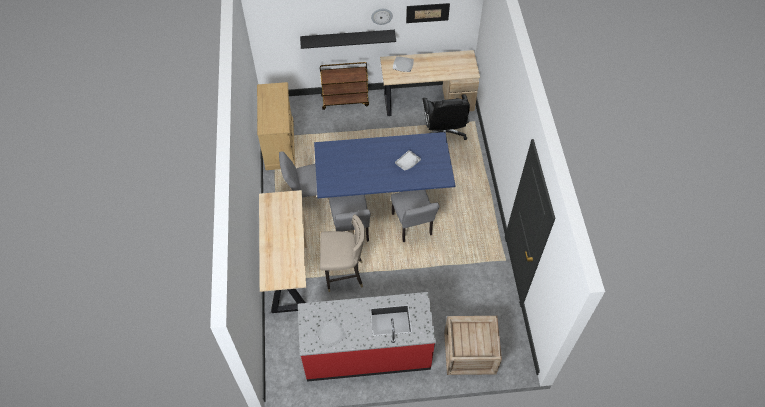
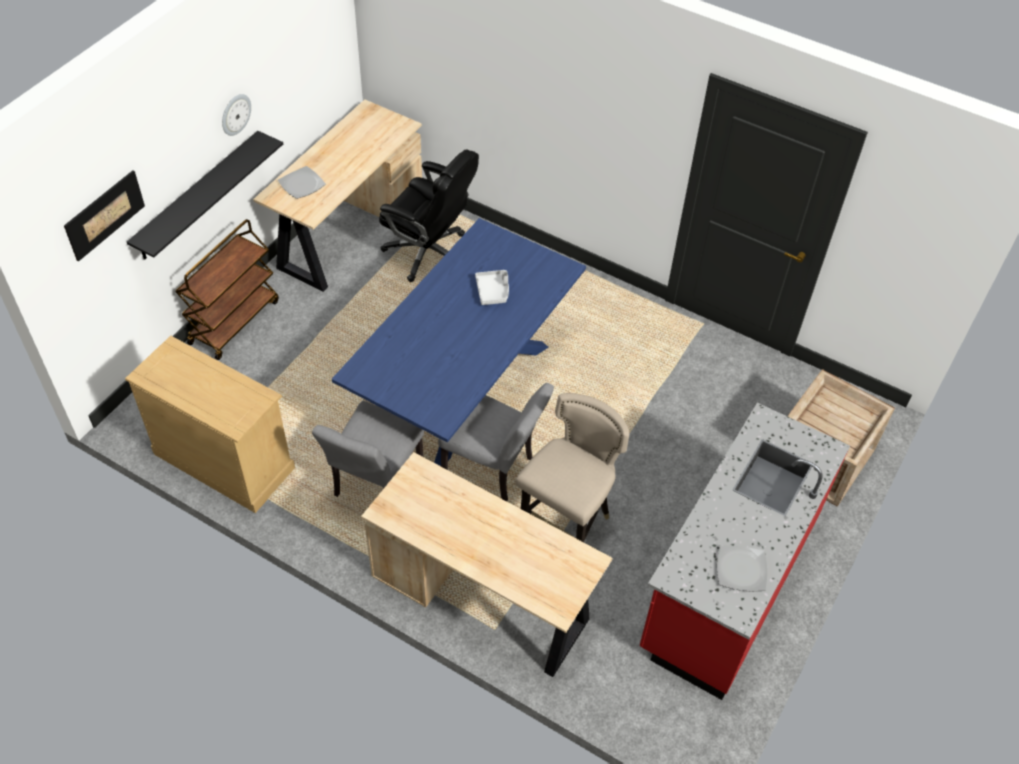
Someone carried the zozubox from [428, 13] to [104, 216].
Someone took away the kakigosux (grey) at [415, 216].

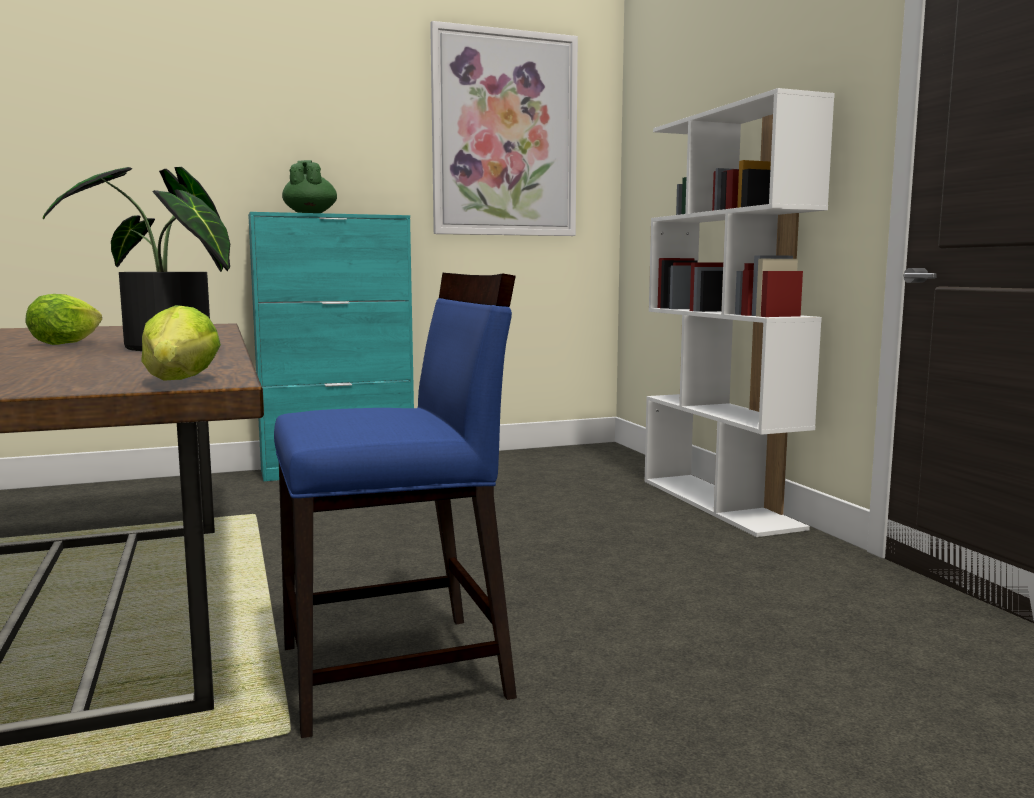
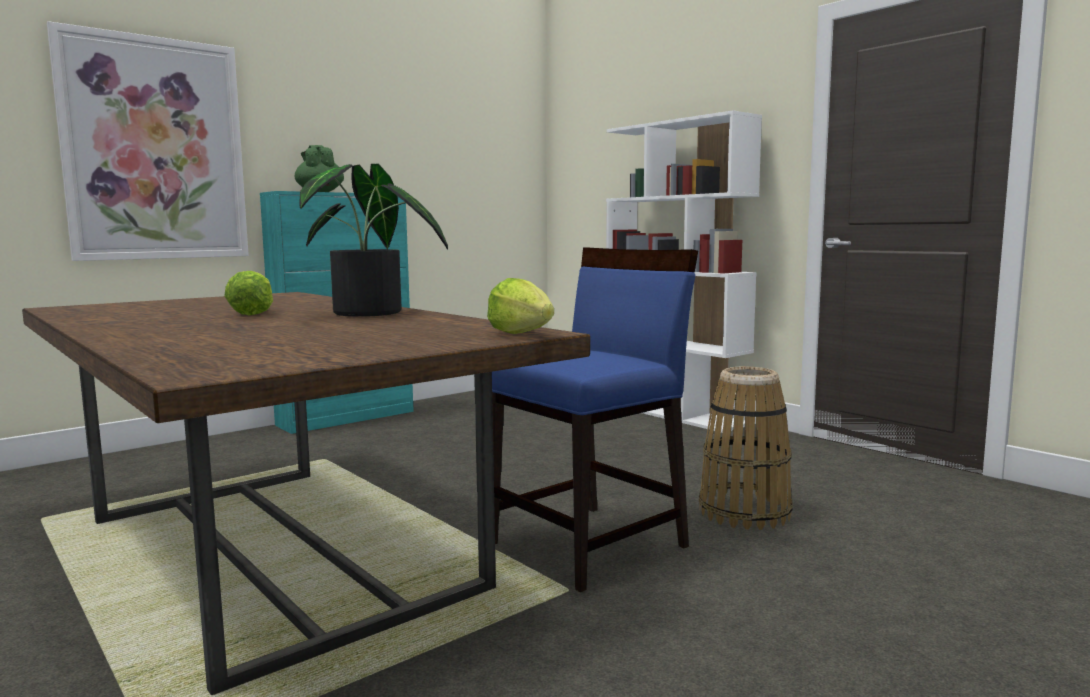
Someone carried the zozubox from [504, 128] to [148, 141].
Someone put down the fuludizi at [746, 448].

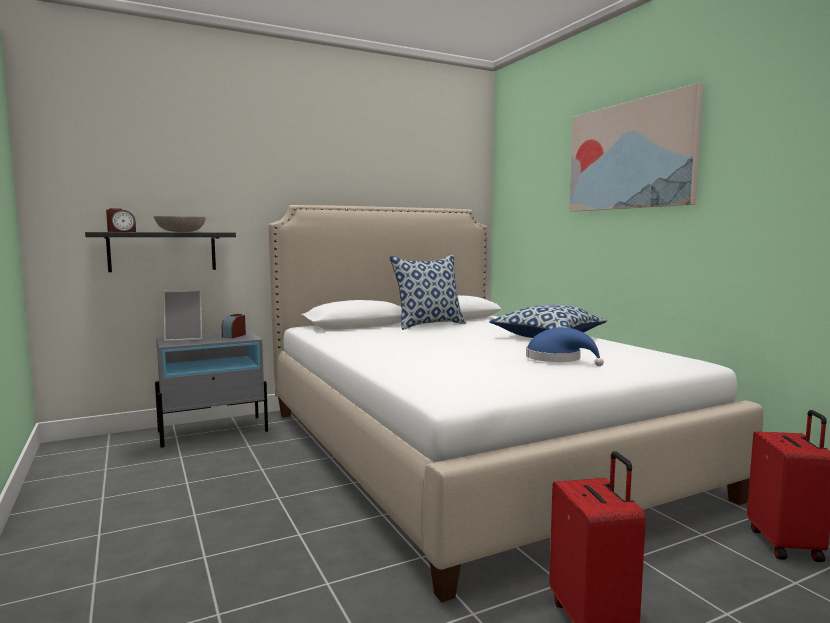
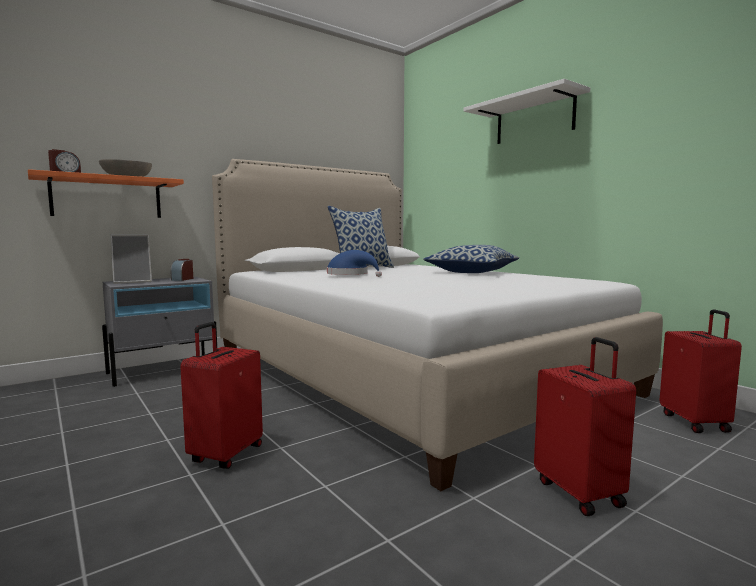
Someone swapped the zozubox at [636, 147] for the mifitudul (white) at [526, 111].
Someone repainted the mifitudul (black) at [160, 252], which became the mifitudul (orange) at [106, 193].
Someone carried the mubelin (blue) from [565, 346] to [354, 263].
Someone put down the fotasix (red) at [221, 395].

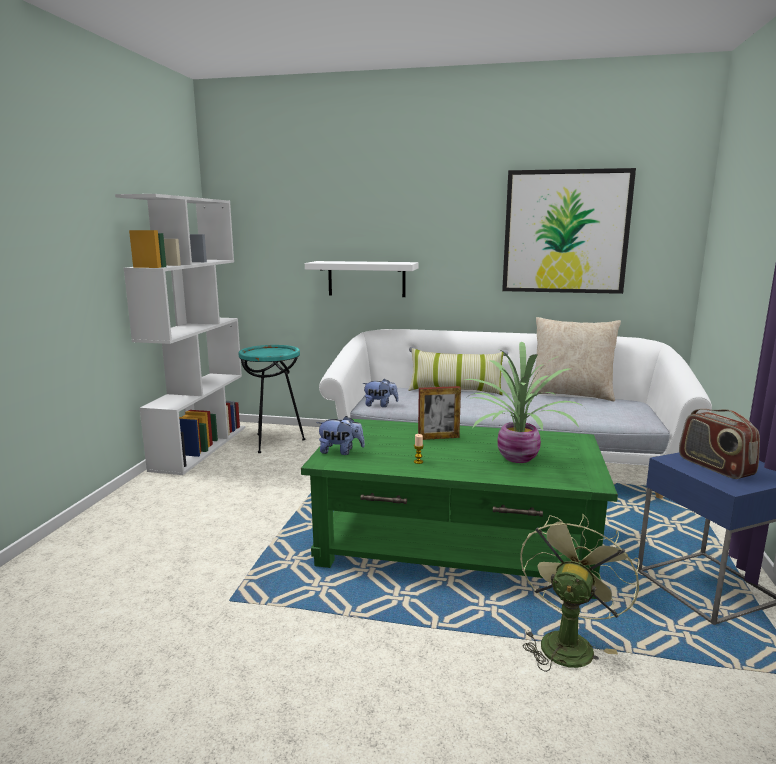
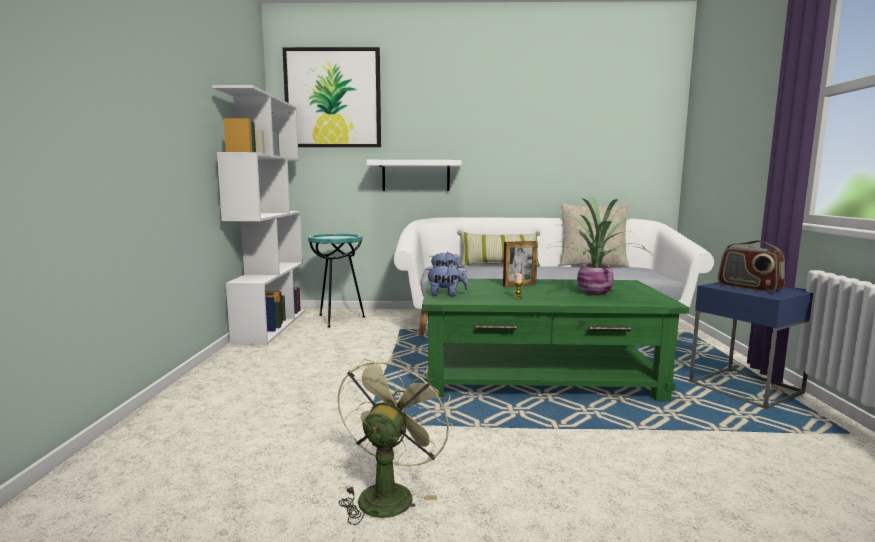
Someone carried the zozubox from [569, 231] to [331, 97].
Someone carried the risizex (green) from [580, 593] to [395, 439].

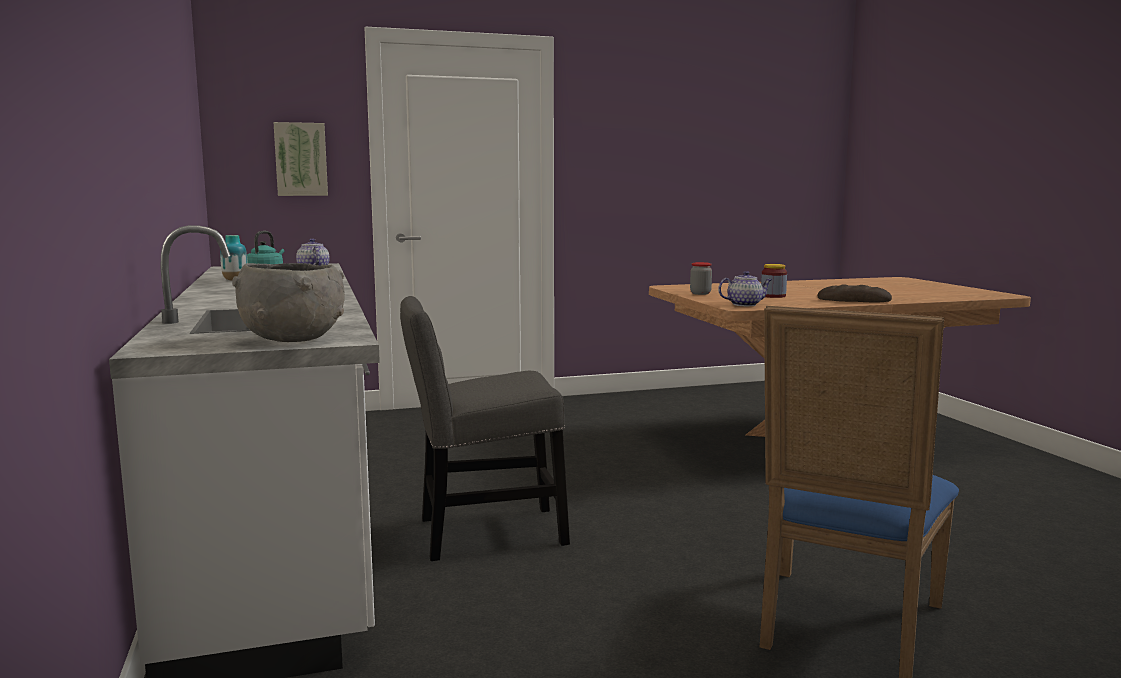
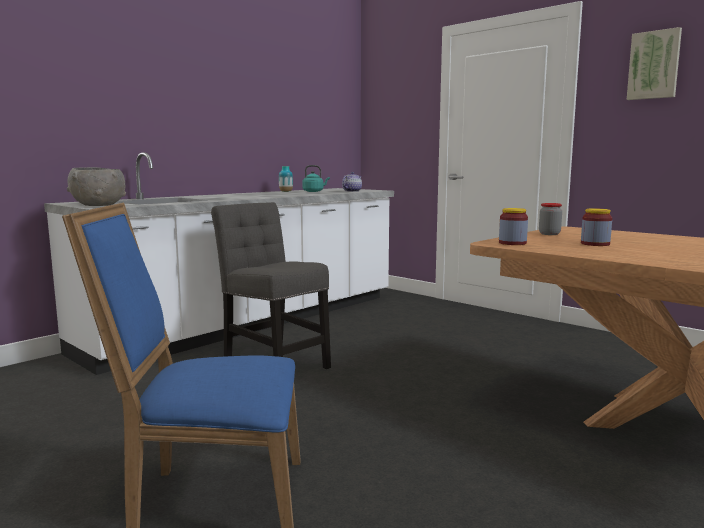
Someone carried the zozubox from [300, 159] to [654, 63].
Someone swapped the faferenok at [745, 288] for the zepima at [513, 226].
Someone took away the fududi at [854, 294].

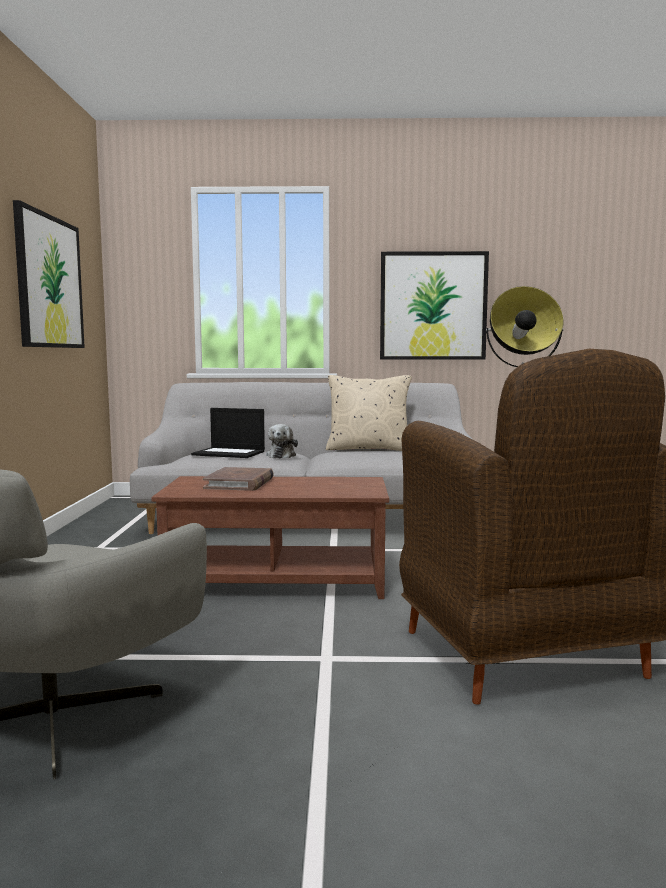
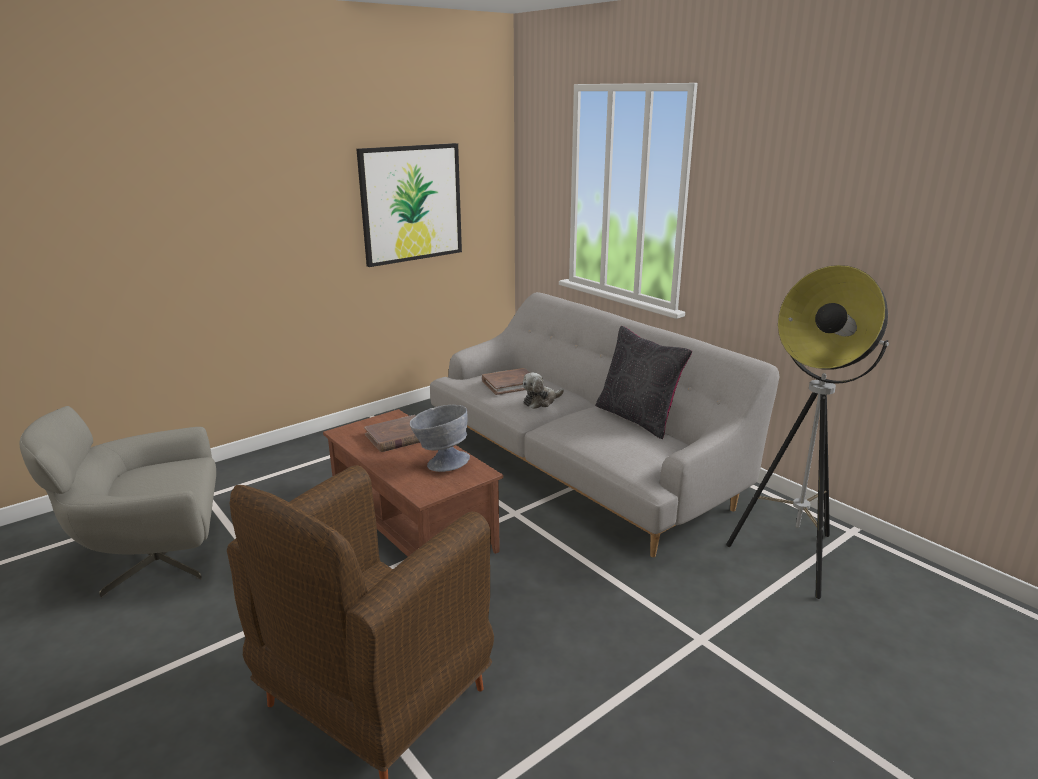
Someone took away the zozubox at [434, 305].
Someone repainted the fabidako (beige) at [368, 413], which became the fabidako (black) at [643, 382].
Someone swapped the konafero at [228, 433] for the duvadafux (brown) at [506, 381].
Someone put down the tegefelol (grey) at [440, 438].

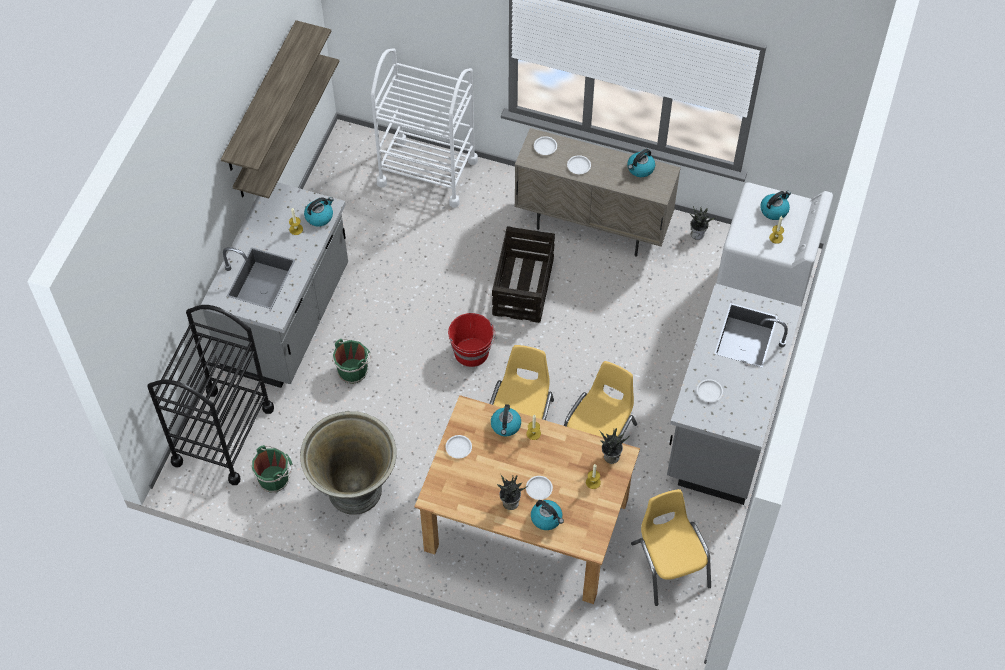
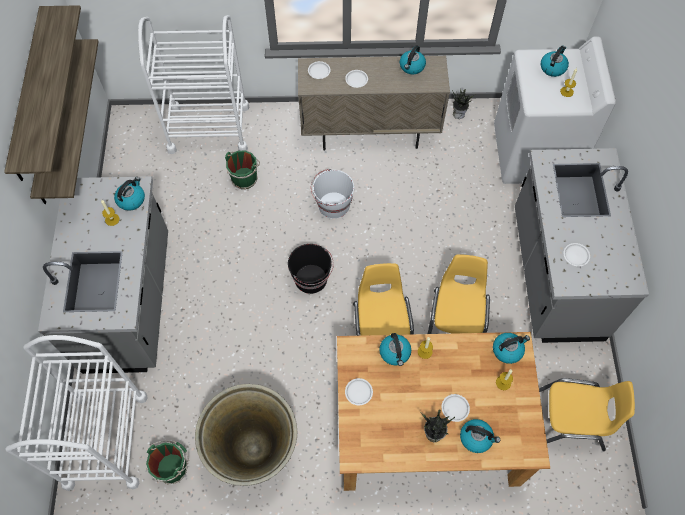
Someone swapped the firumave at [523, 274] for the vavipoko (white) at [332, 194].
Someone repainted the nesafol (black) at [210, 395], which became the nesafol (white) at [76, 413].
Someone repainted the vavipoko (red) at [471, 340], which became the vavipoko (black) at [311, 269].
Someone carried the vavipoko (green) from [352, 361] to [242, 169].
Someone swapped the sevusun at [614, 446] for the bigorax at [511, 348].
Someone rotated the kakigosux (yellow) at [671, 547] by 135 degrees clockwise.

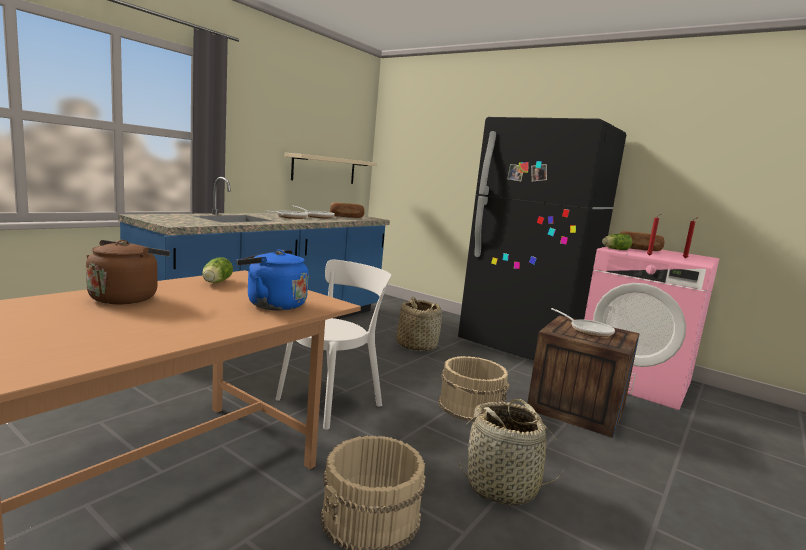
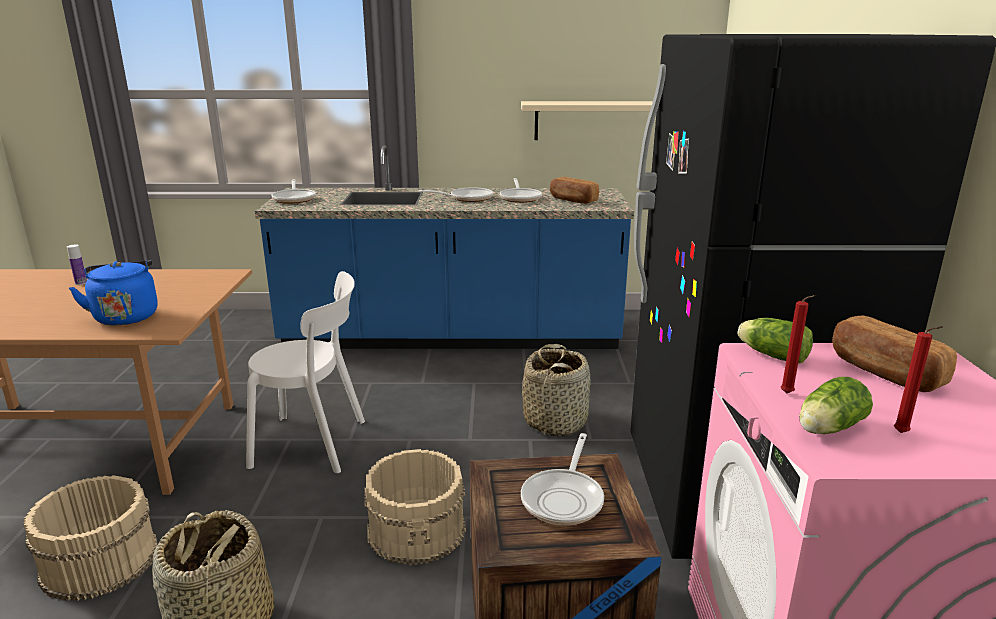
Someone swapped the bigorax (brown) at [128, 272] for the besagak at [77, 264].
Someone carried the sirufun from [217, 270] to [836, 405].
Someone put down the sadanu at [293, 191].

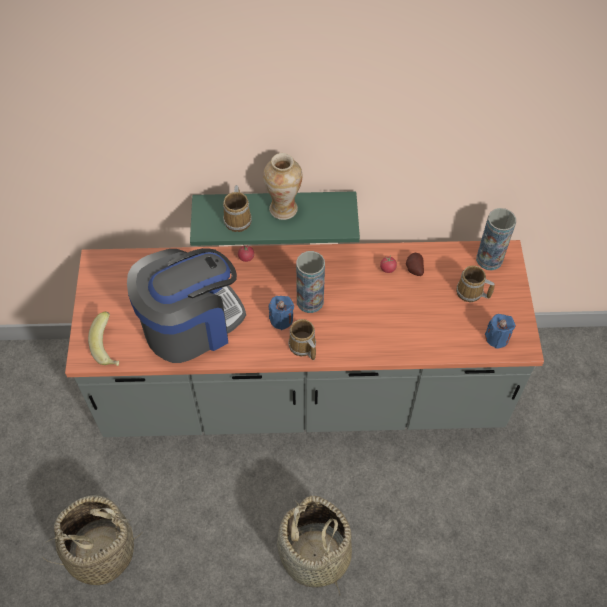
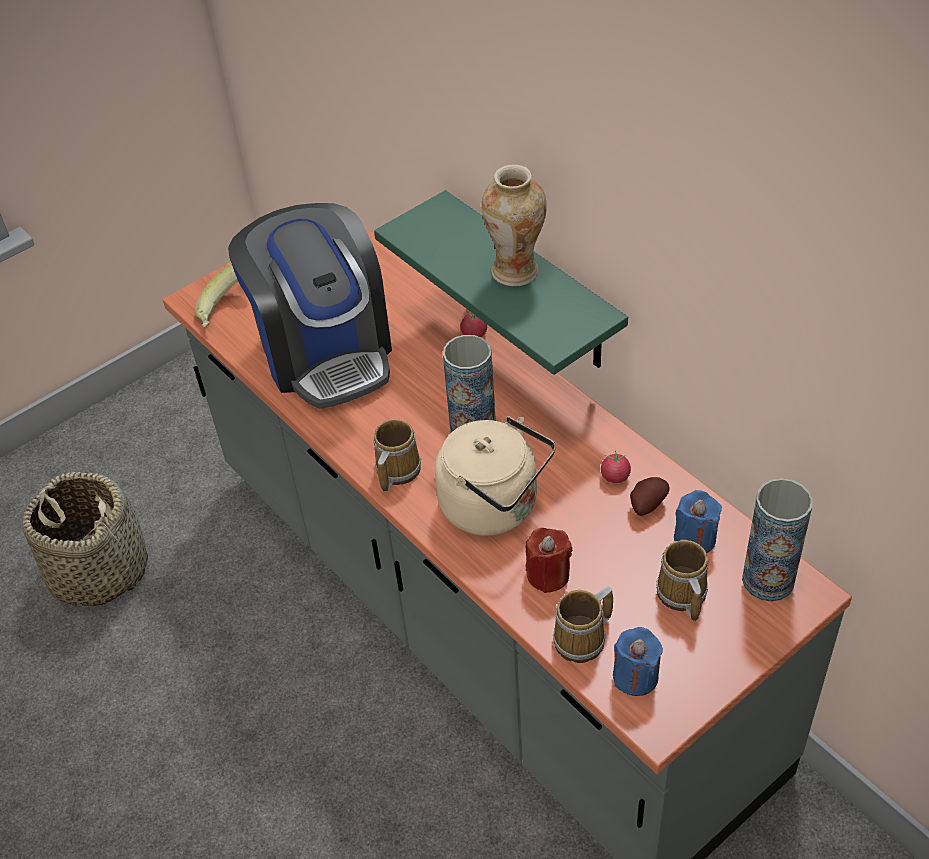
Someone carried the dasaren from [237, 208] to [583, 625].
Someone rotated the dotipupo at [186, 305] by 45 degrees clockwise.
Someone carried the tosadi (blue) from [281, 313] to [698, 521].
Someone took away the fuludizi at [314, 546].
Someone put down the bigorax (beige) at [495, 476].
Someone put down the tosadi (red) at [549, 560].

